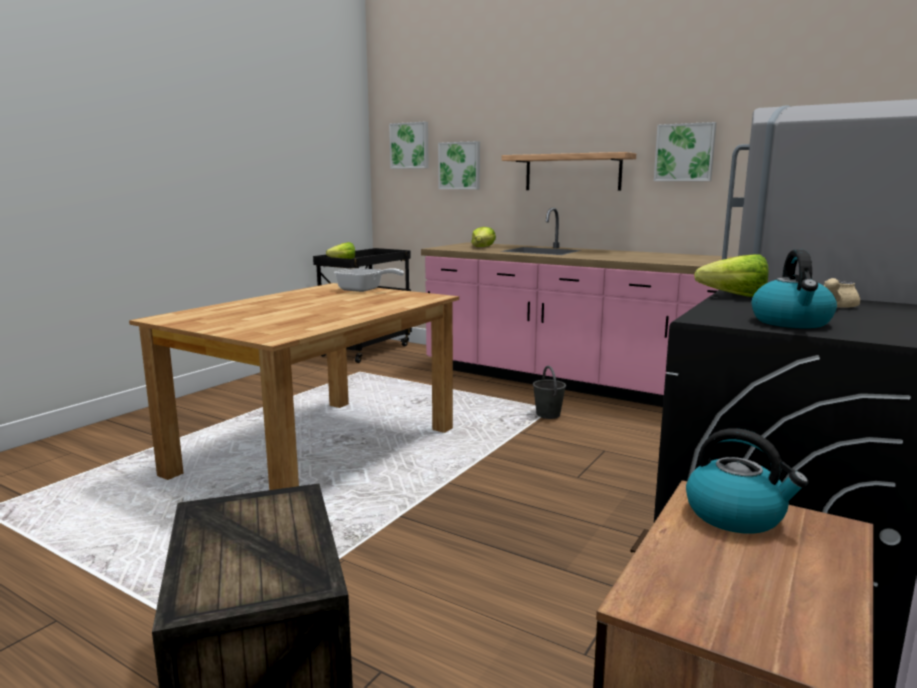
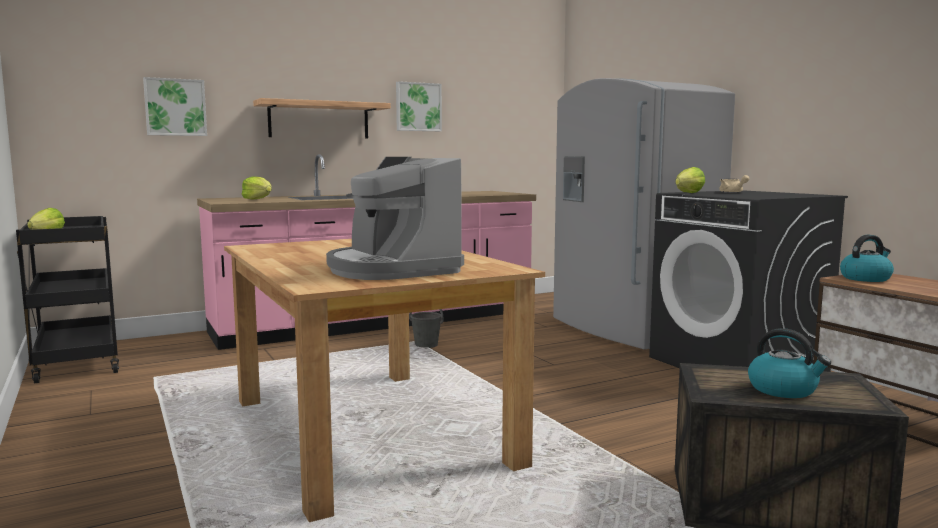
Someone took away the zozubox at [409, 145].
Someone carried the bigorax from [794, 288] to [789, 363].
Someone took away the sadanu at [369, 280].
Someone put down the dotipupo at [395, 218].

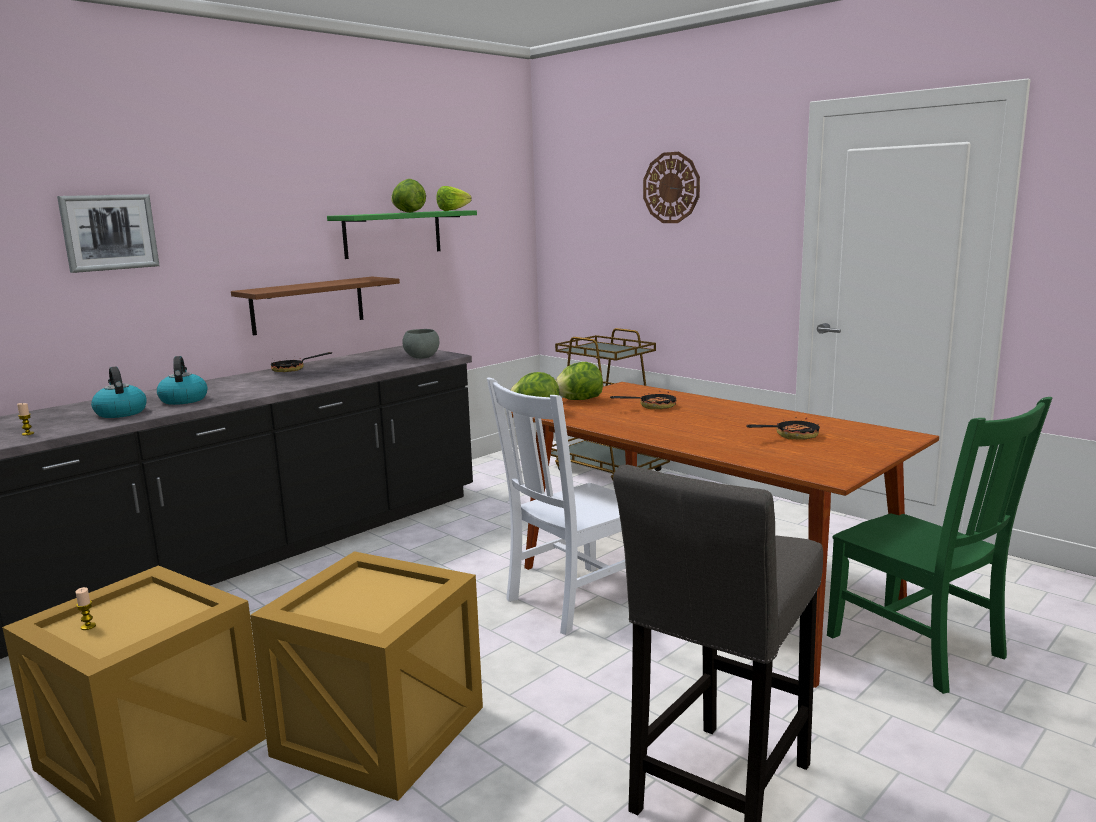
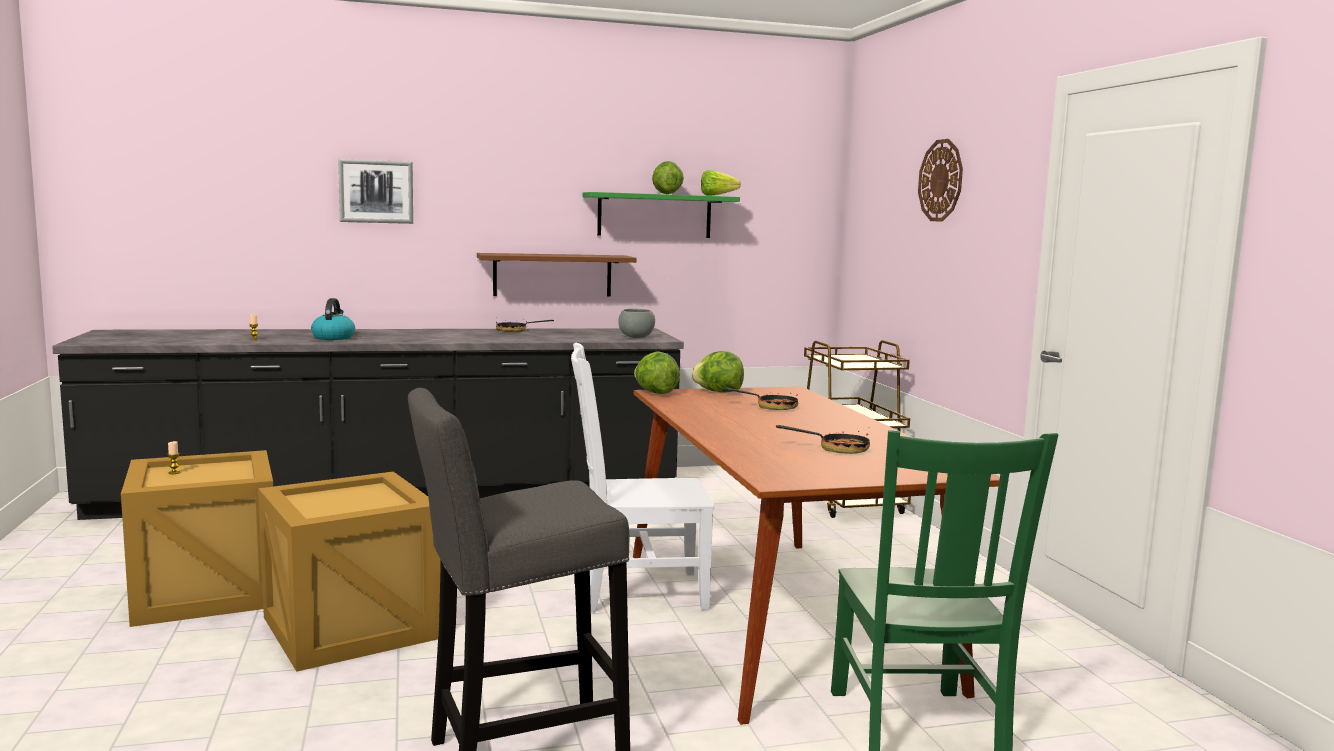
Someone took away the bigorax at [182, 380].

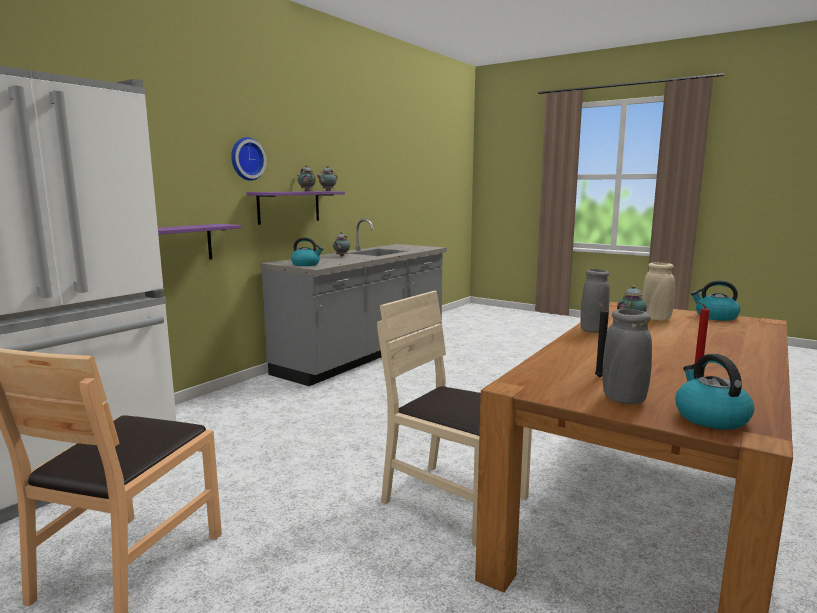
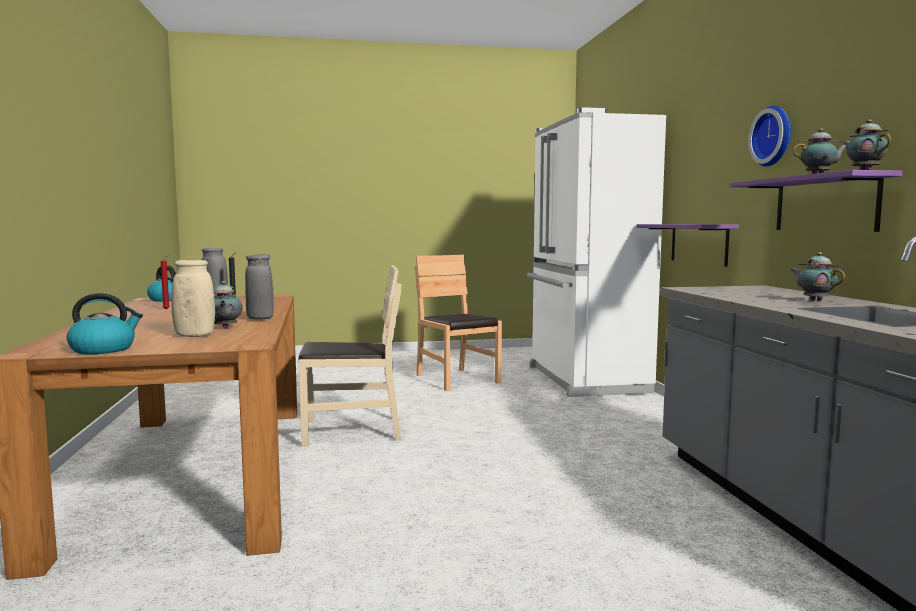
Someone took away the bigorax at [307, 251].

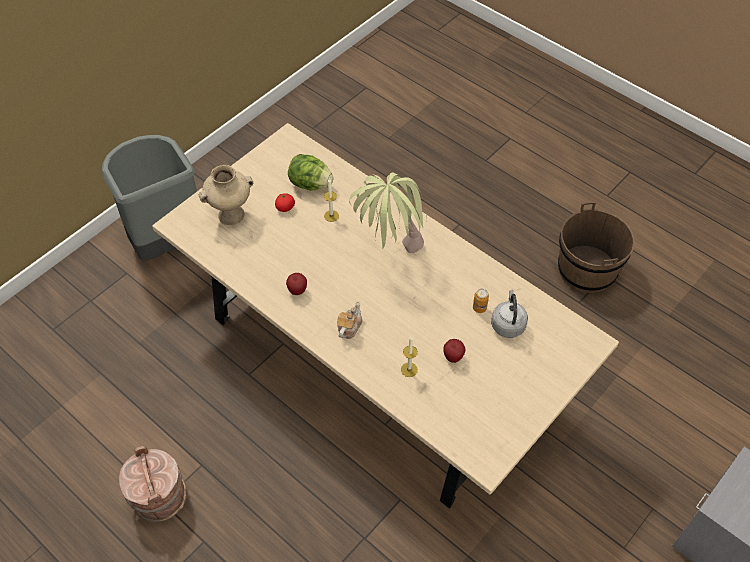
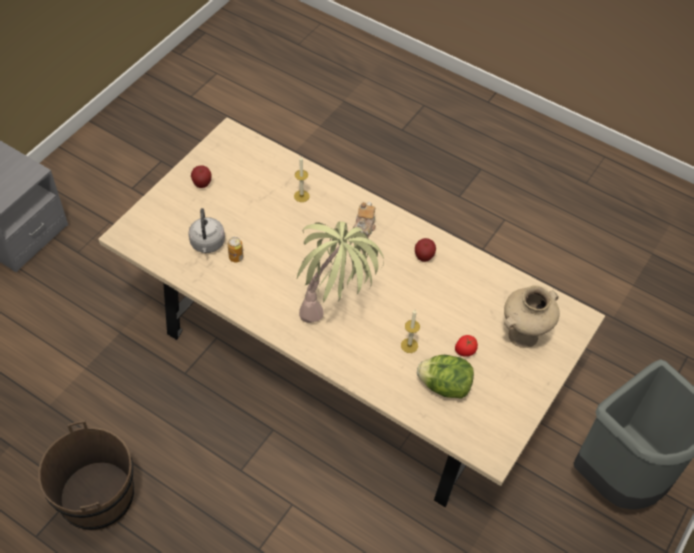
Someone carried the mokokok from [454, 351] to [201, 176].
Someone took away the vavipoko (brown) at [153, 484].

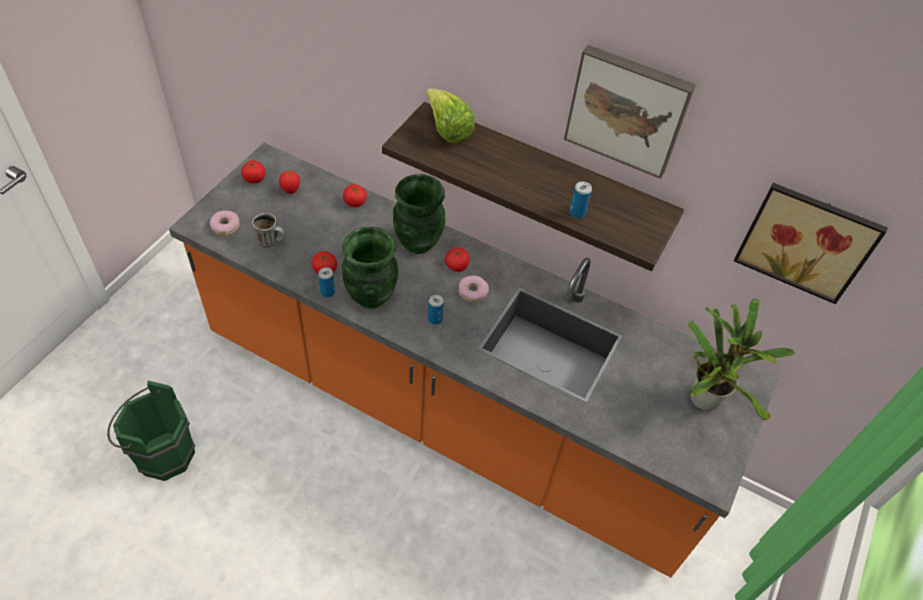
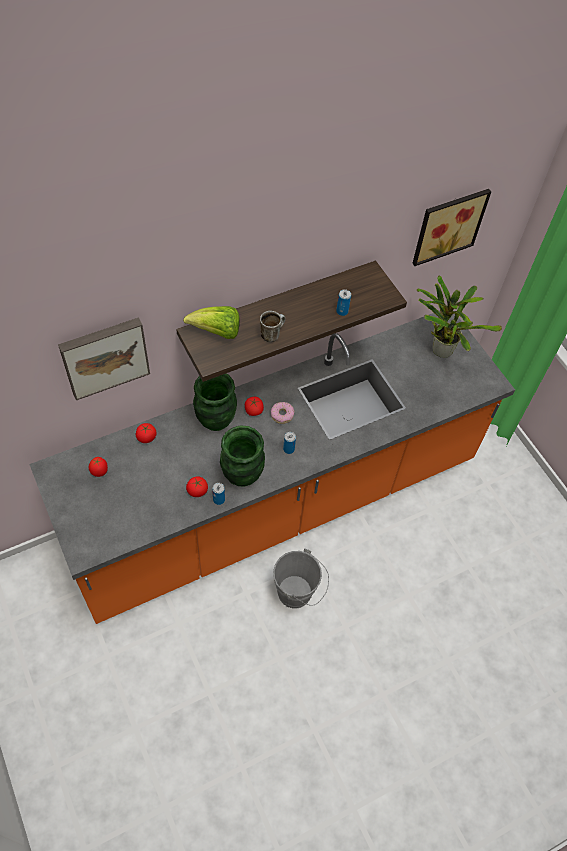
Someone carried the zozubox from [630, 112] to [104, 359].
Someone took away the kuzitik at [253, 172].
Someone took away the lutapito at [225, 223].
Someone carried the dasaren from [268, 230] to [272, 326].
Someone took away the vavipoko (green) at [151, 431].
Someone put down the vavipoko (grey) at [301, 578].

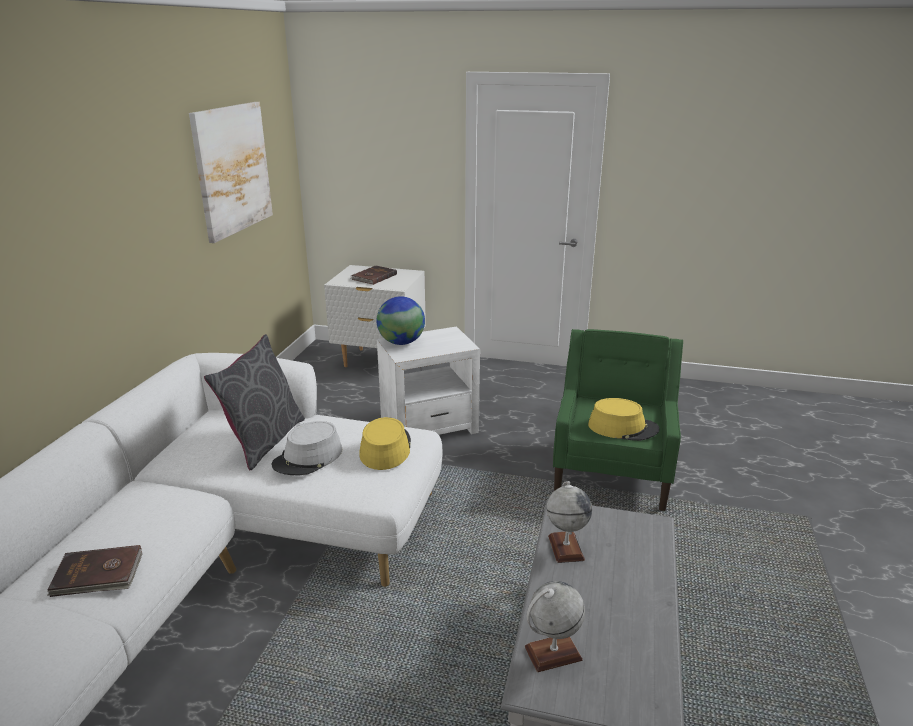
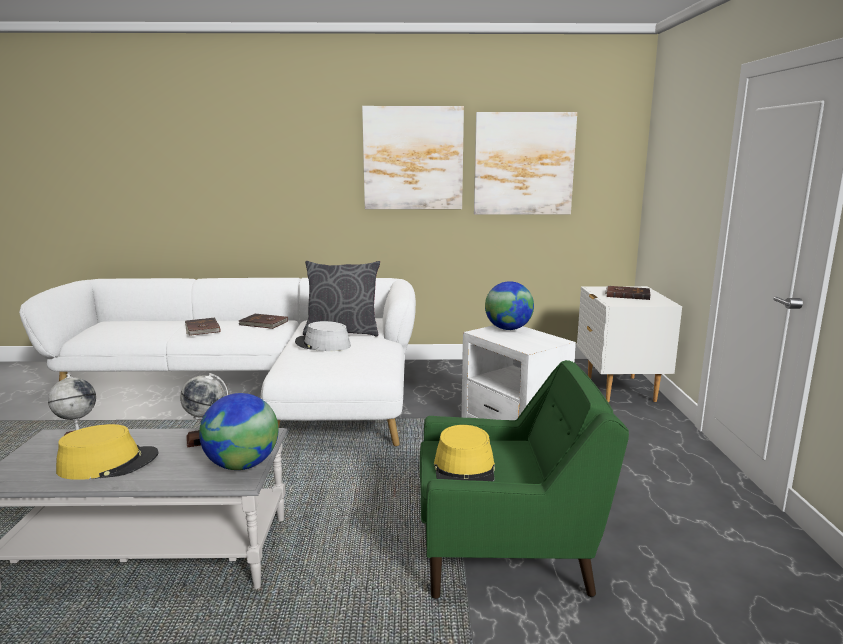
Someone carried the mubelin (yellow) from [385, 443] to [107, 452].
Someone put up the zozubox at [413, 157].
Someone put down the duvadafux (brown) at [263, 321].
Someone put down the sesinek at [239, 431].

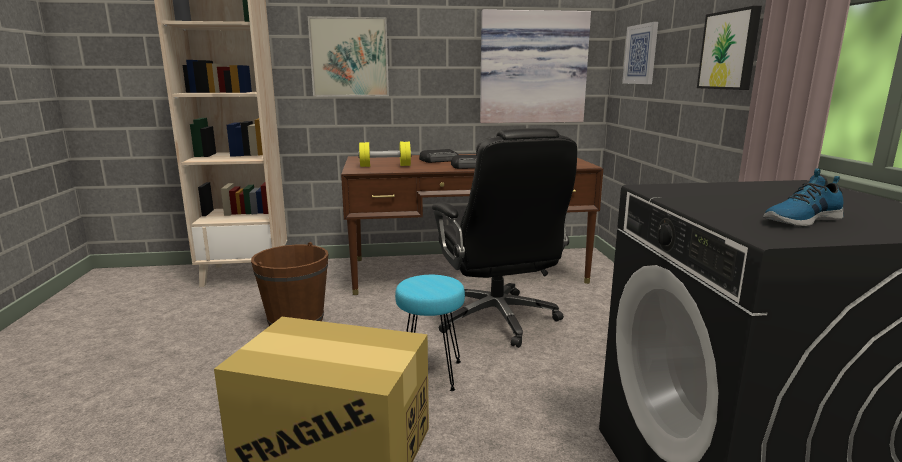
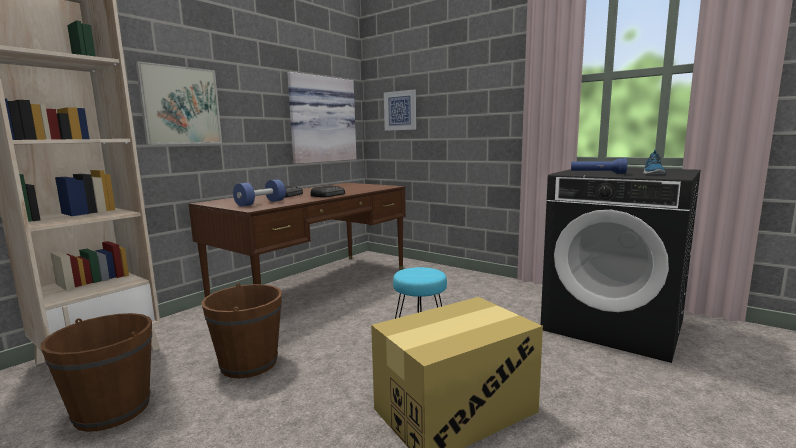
Someone took away the zozubox at [729, 48].
Someone took away the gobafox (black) at [504, 238].
Someone repainted the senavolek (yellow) at [384, 154], which became the senavolek (blue) at [259, 193].
Someone put down the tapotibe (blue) at [599, 166].
Someone put down the vavipoko (brown) at [96, 372].

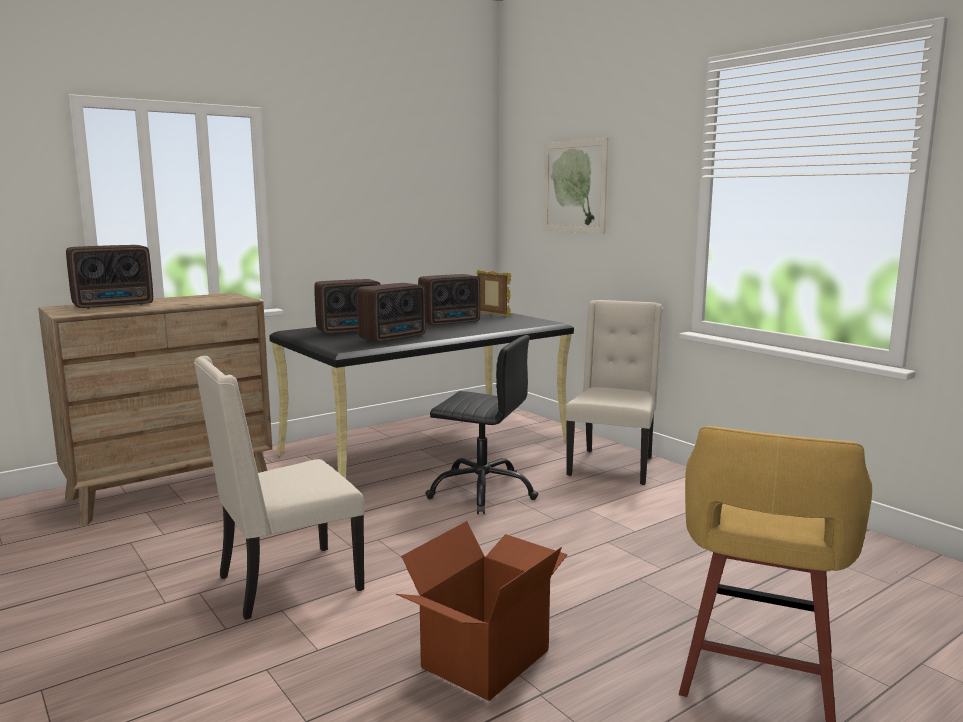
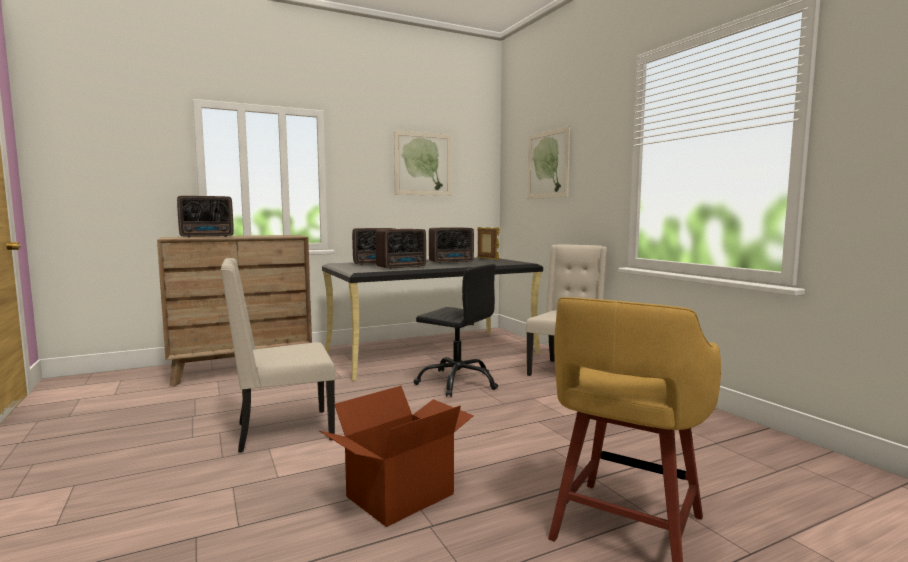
Someone put up the zozubox at [422, 163].

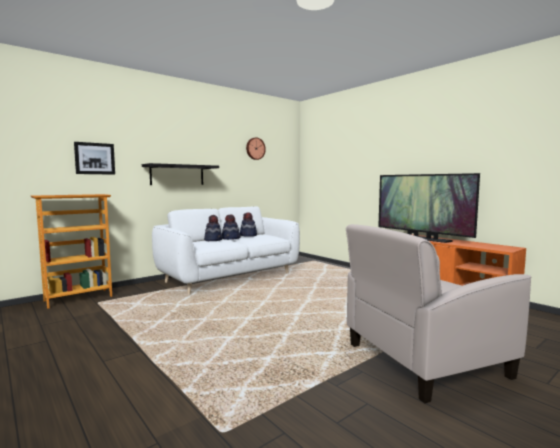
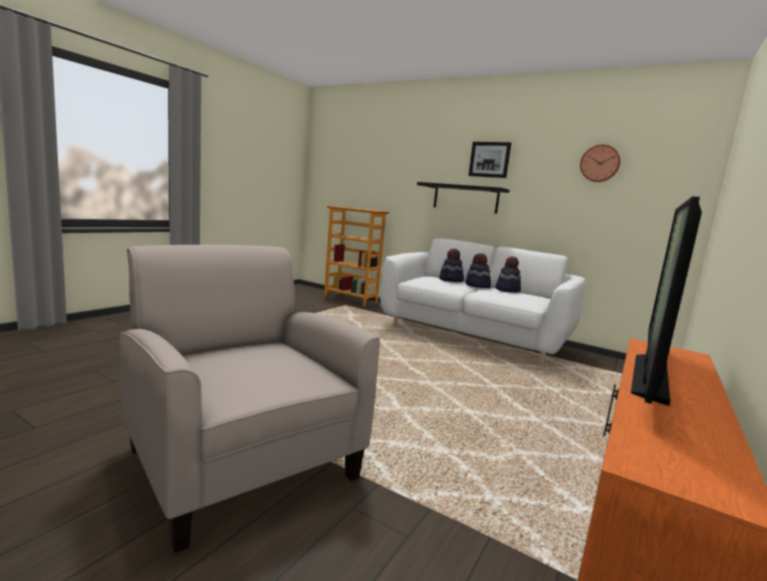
Someone carried the zozubox from [94, 158] to [489, 160].

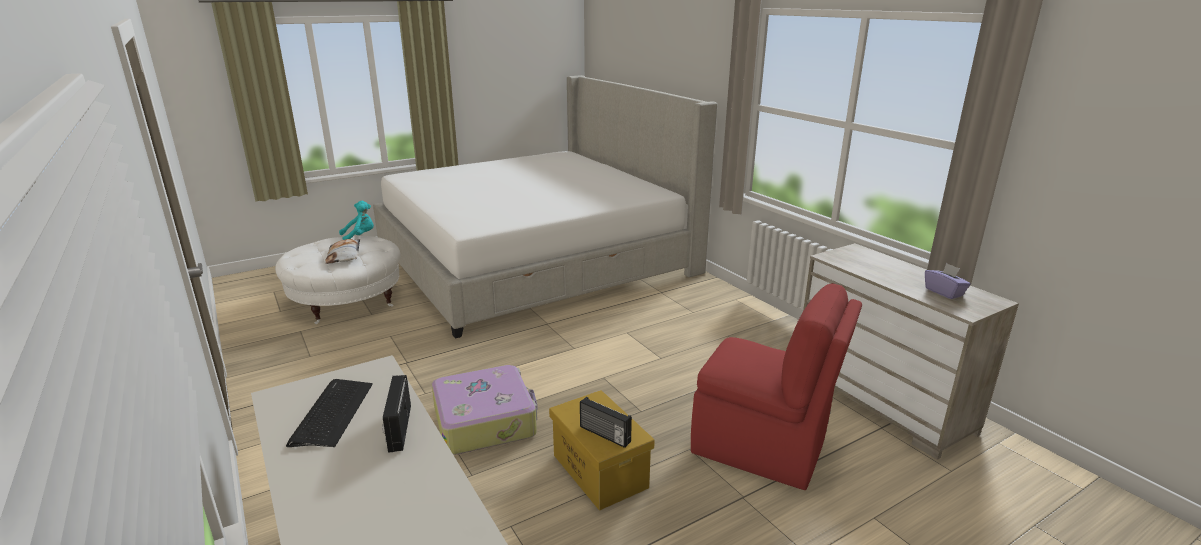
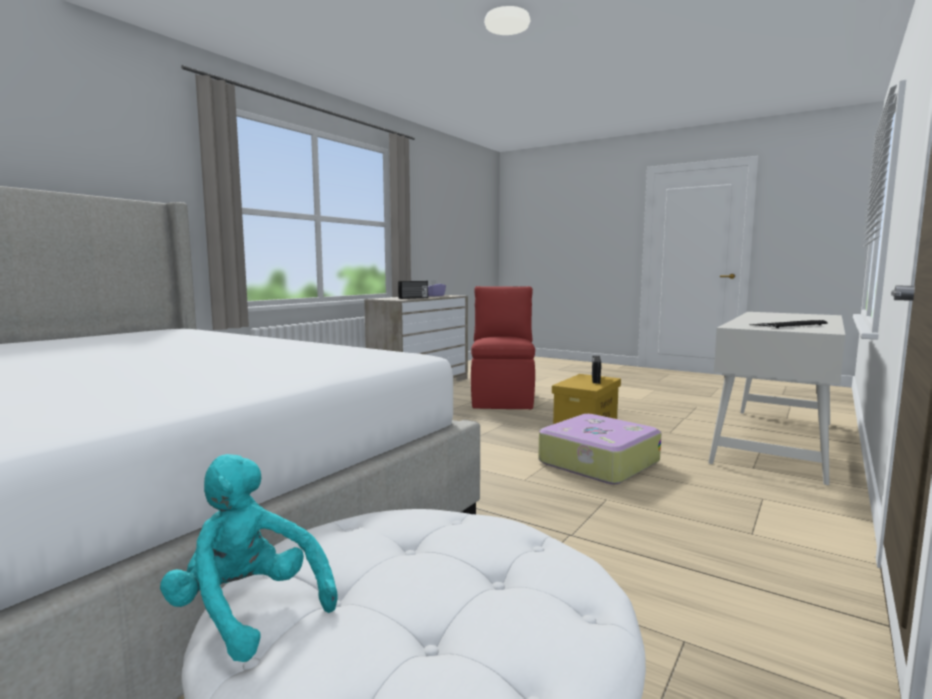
Someone took away the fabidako at [342, 251].
Someone carried the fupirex from [396, 414] to [413, 290].

